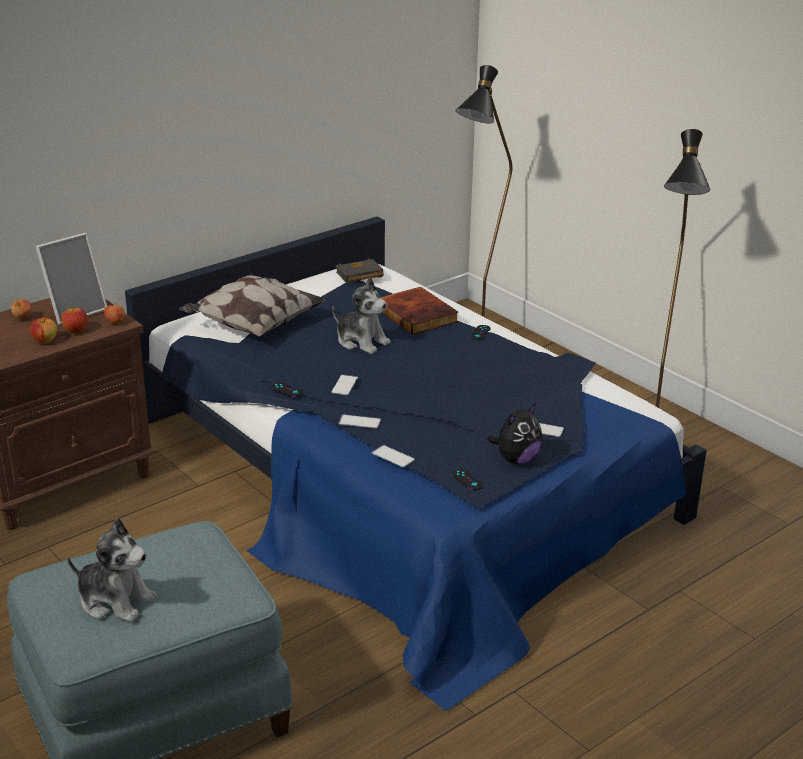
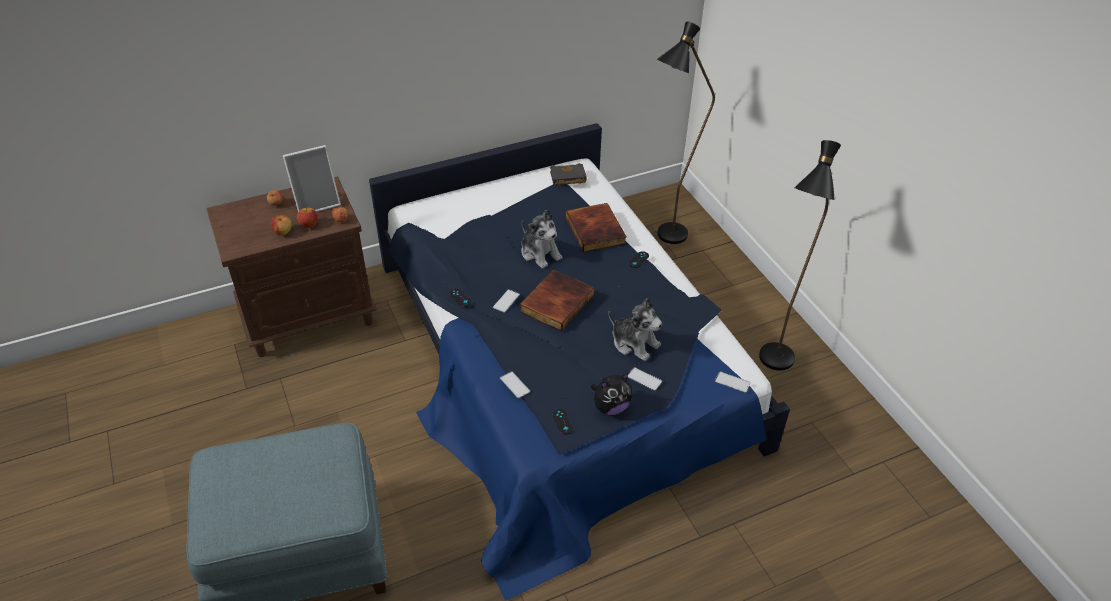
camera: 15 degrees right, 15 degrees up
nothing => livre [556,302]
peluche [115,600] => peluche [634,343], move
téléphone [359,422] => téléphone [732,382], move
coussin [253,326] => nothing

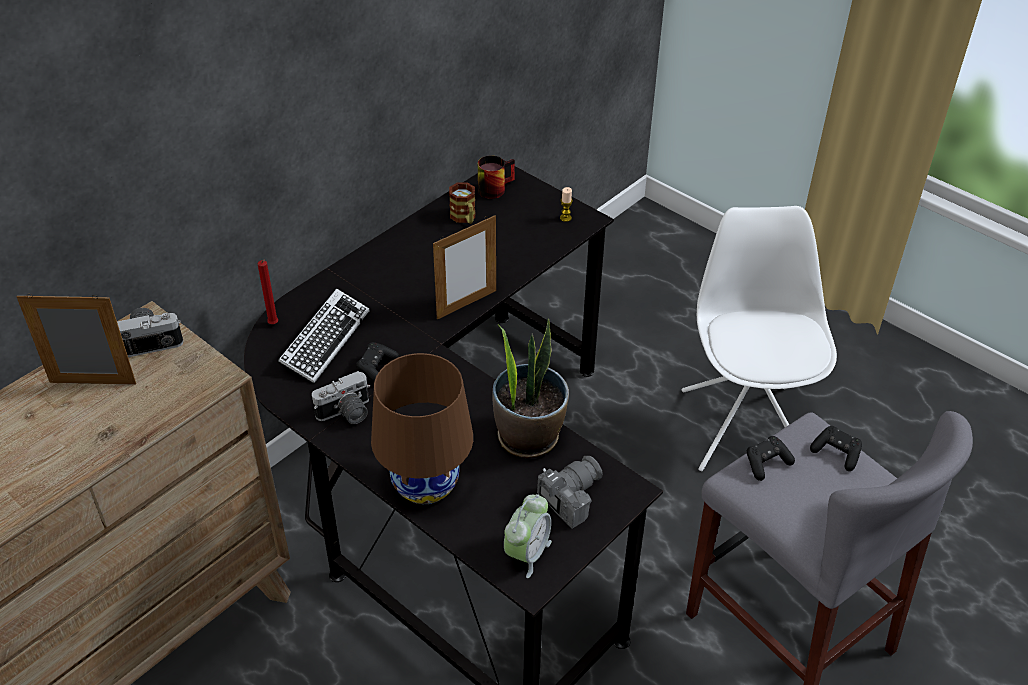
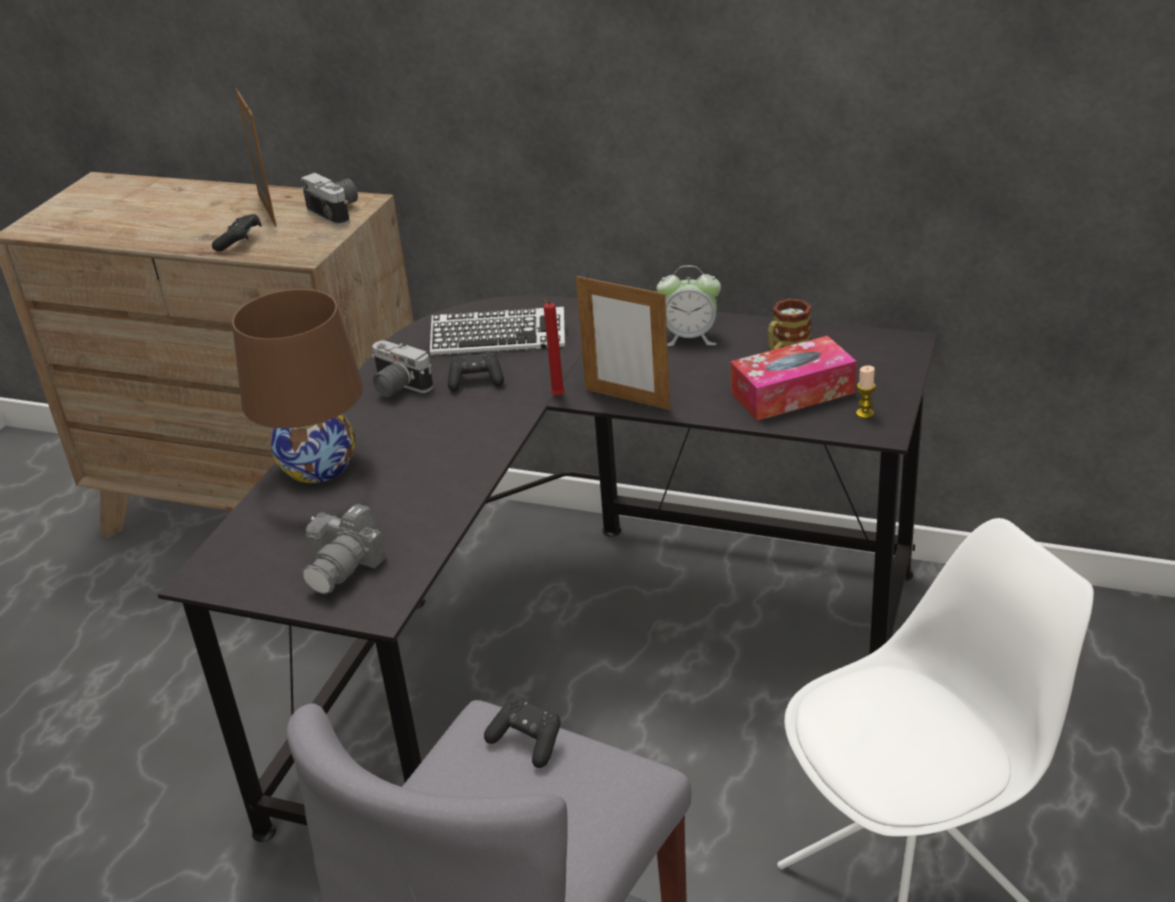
camera: 70 degrees right, 10 degrees down
manette [noir] [836,453] => manette [noir] [240,242], move
appareil photo [568,497] => appareil photo [344,566], 90 degrees clockwise
bougie [rouge] [274,325] => bougie [rouge] [556,397], move
réveil [527,553] => réveil [690,338], move
nothing => boîte à mouchoirs [792,393]
mug [494,187] => nothing
plante en pot [528,436] => nothing

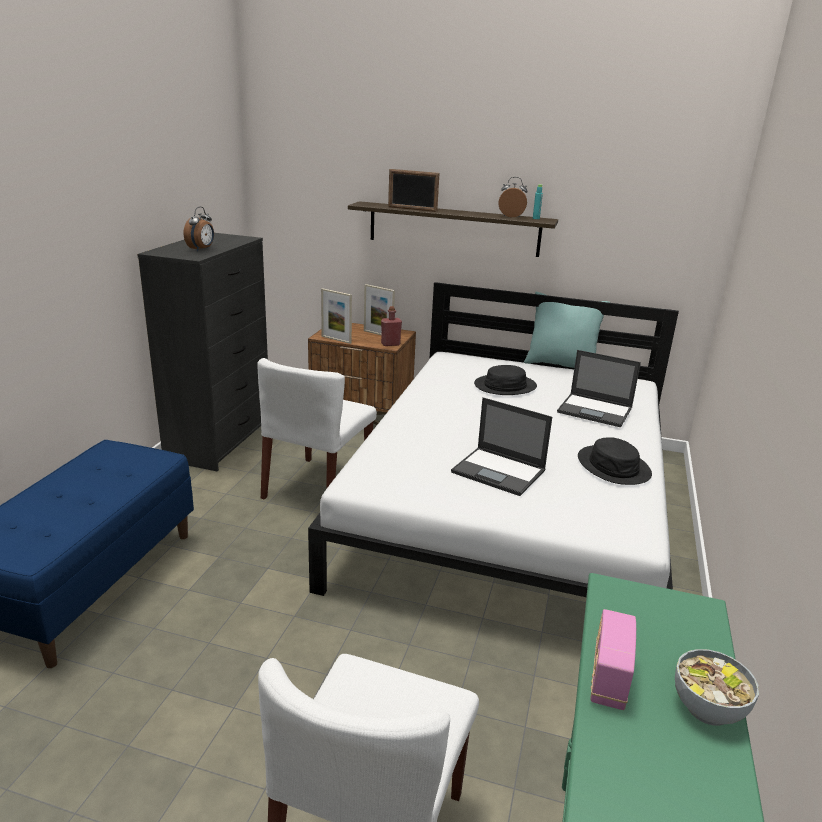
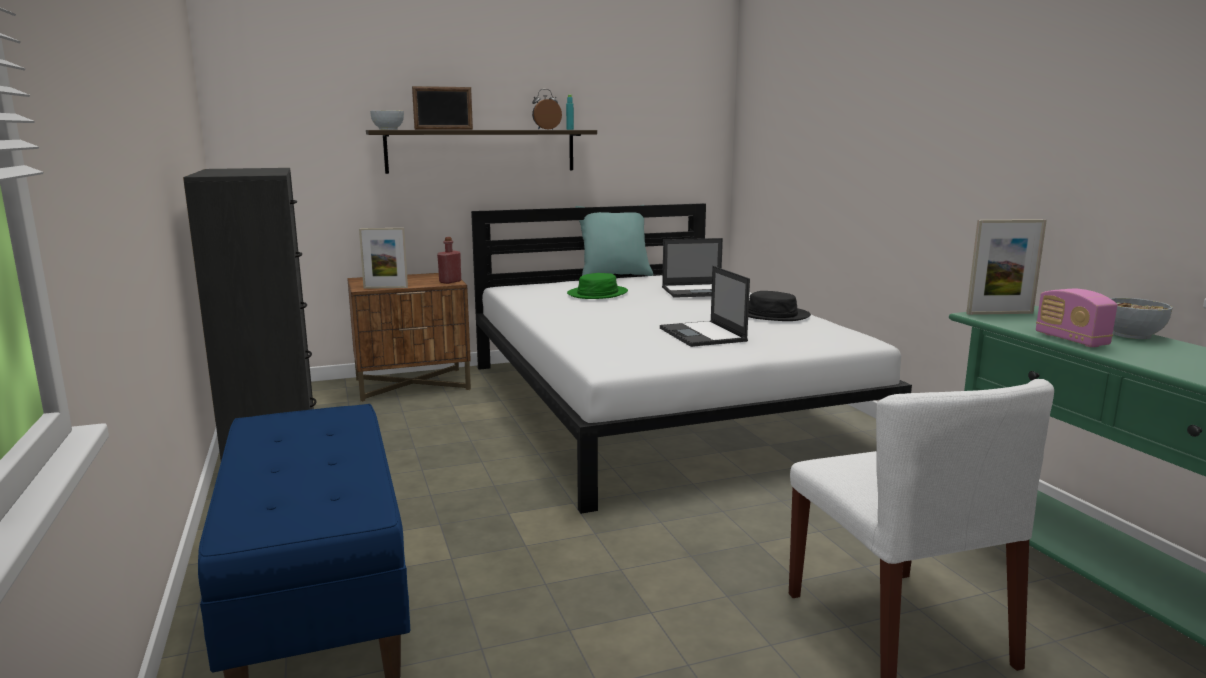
camera: 35 degrees left, 10 degrees down
nothing => bol [388,129]
chapeau [noir] [505,386] => chapeau [vert] [598,294]
ordinateur portable [499,472] => ordinateur portable [703,335], 75 degrees clockwise
cadre photo [378,334] => cadre photo [999,313], move
réveil [201,249] => nothing
chaise [blanc] [317,487] => nothing

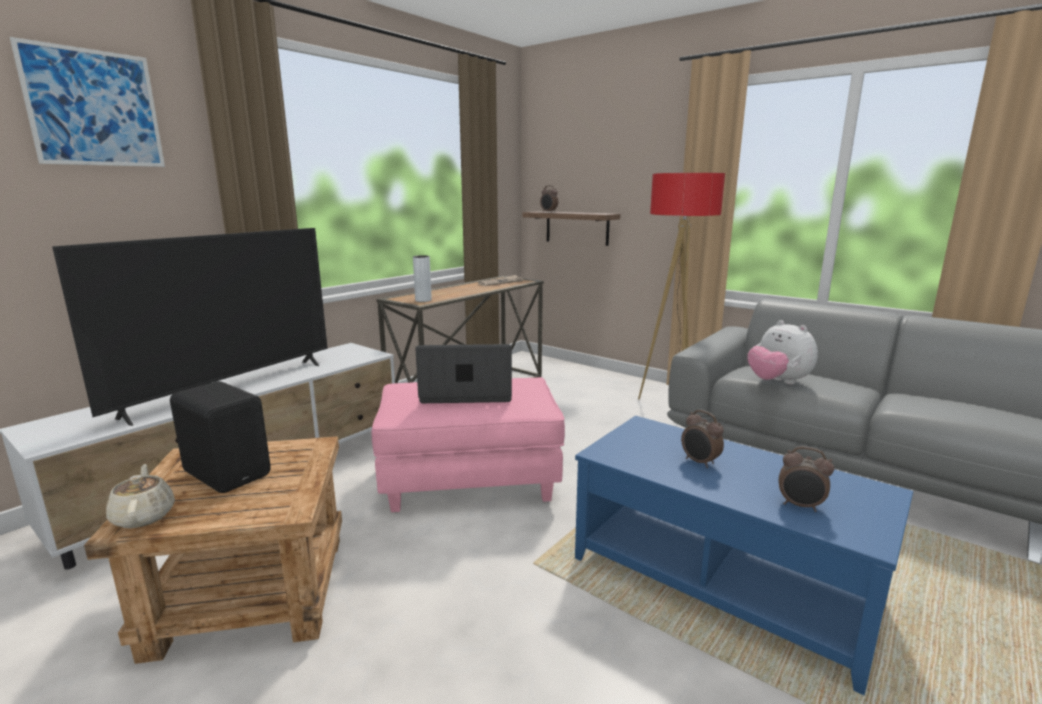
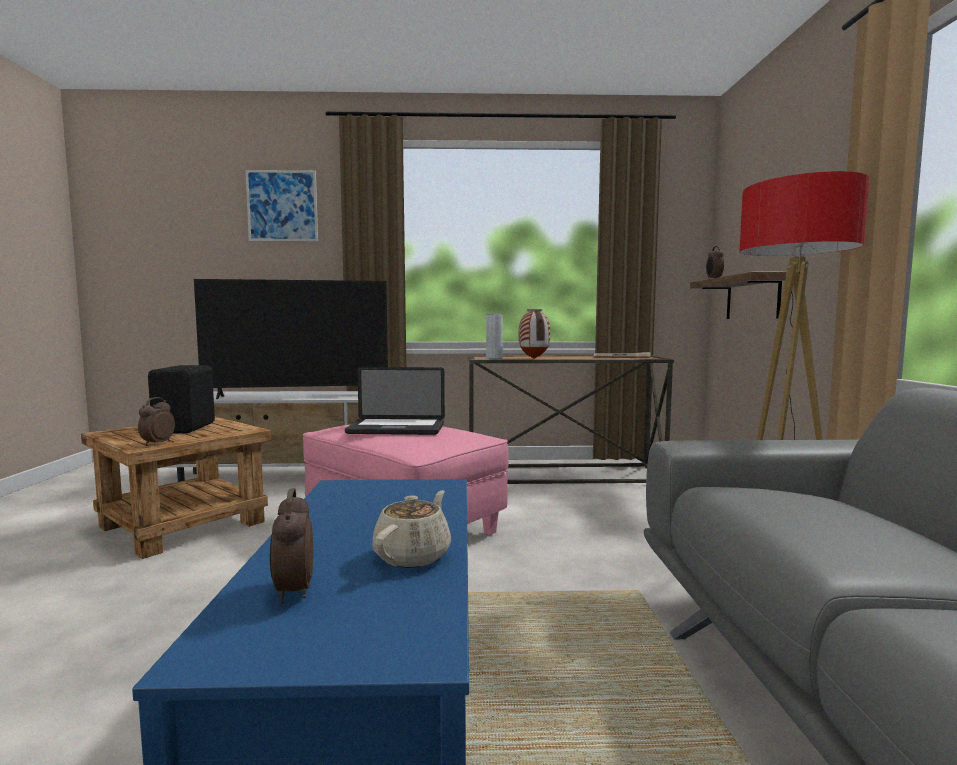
camera: 50 degrees right, 10 degrees down
réveil [699,462] => réveil [157,444], move
ordinateur portable [466,394] => ordinateur portable [396,429], 135 degrees clockwise
théière [beige] [144,516] => théière [beige] [413,555], move
nothing => vase [533,358]
peluche [777,382] => nothing

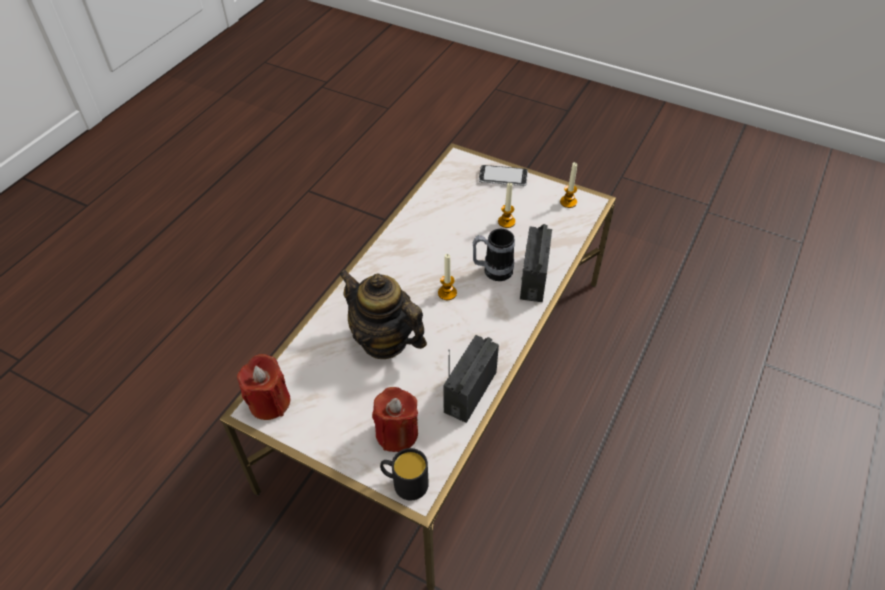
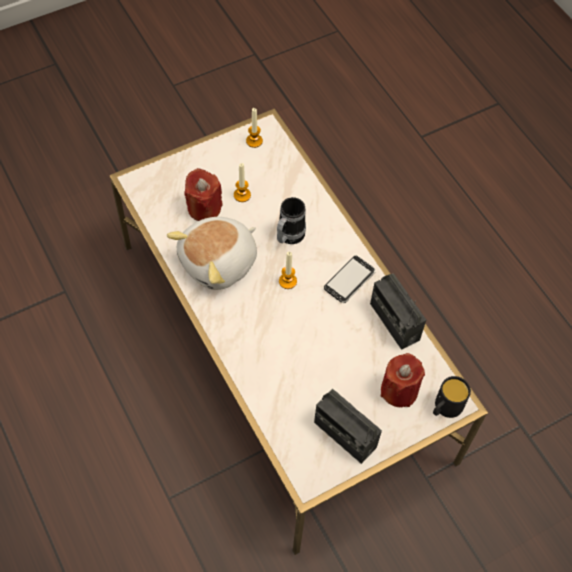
camera: 60 degrees left, 10 degrees up
nothing => peluche [219,263]
bougie [rouge] [269,402] => bougie [rouge] [204,208], move
radio [533,278] => radio [344,435], move
téléphone [503,177] => téléphone [349,280], move
théière [384,340] => nothing

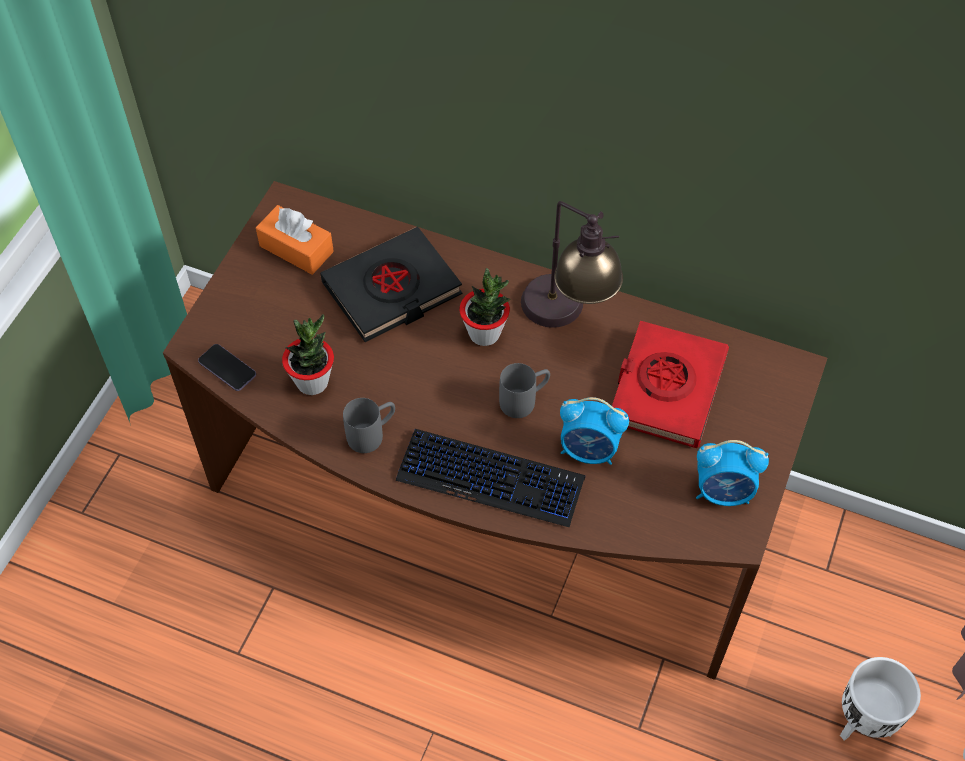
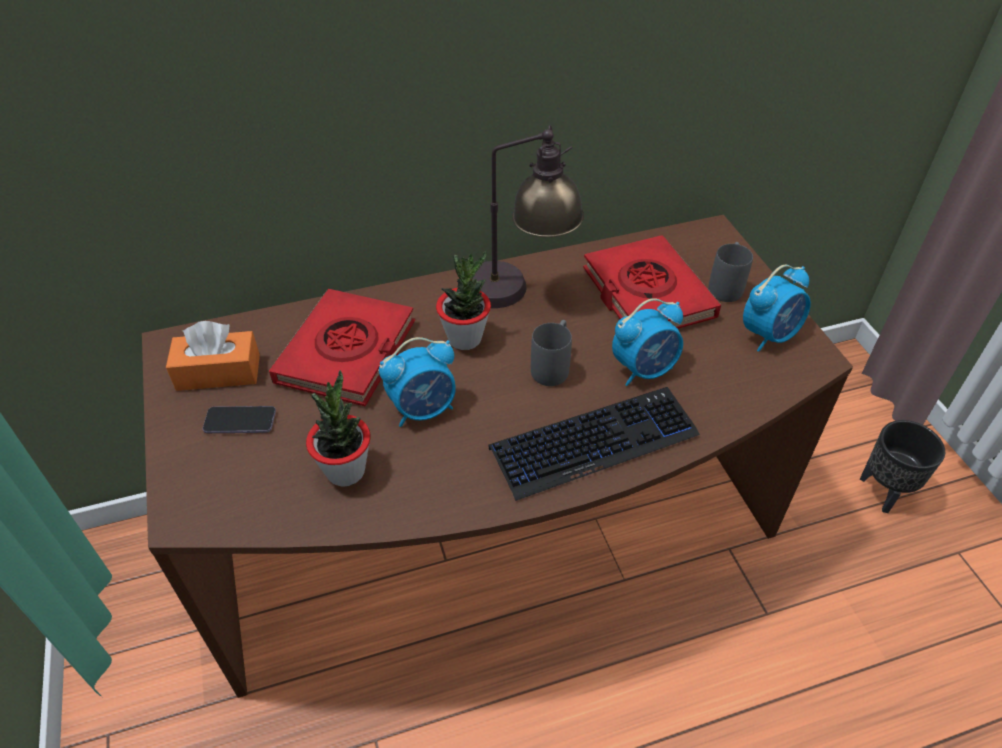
camera: 40 degrees left, 10 degrees down
téléphone [227,368] => téléphone [240,421], move
livre [noir] [392,290] => livre [rouge] [347,353]
nothing => réveil [423,409]
mug [gris] [372,434] => mug [gris] [726,285], move
cache-pot [blanc] [863,720] => cache-pot [noir] [883,491]

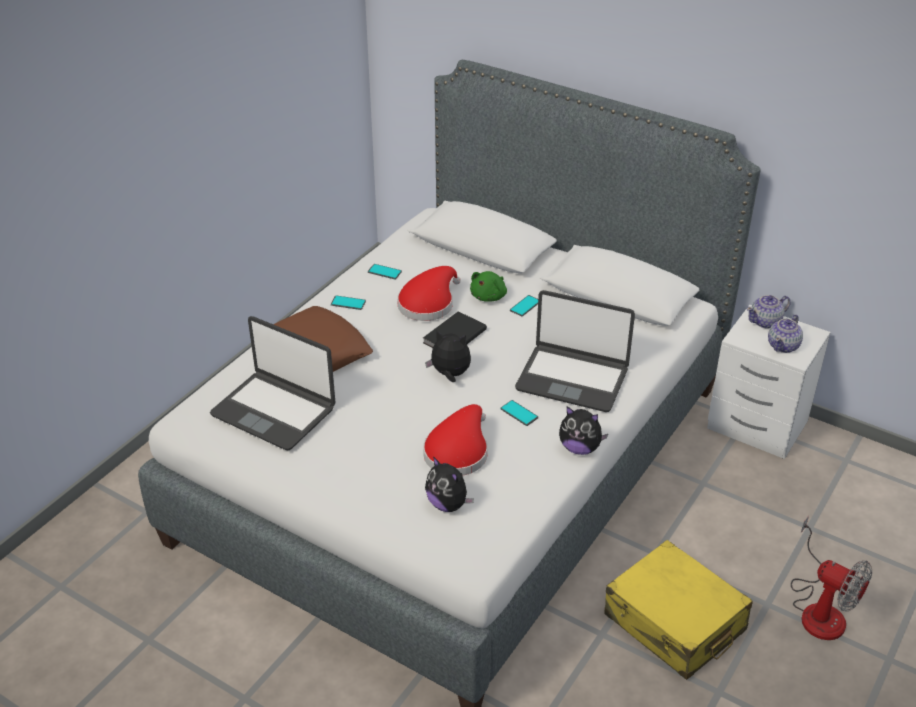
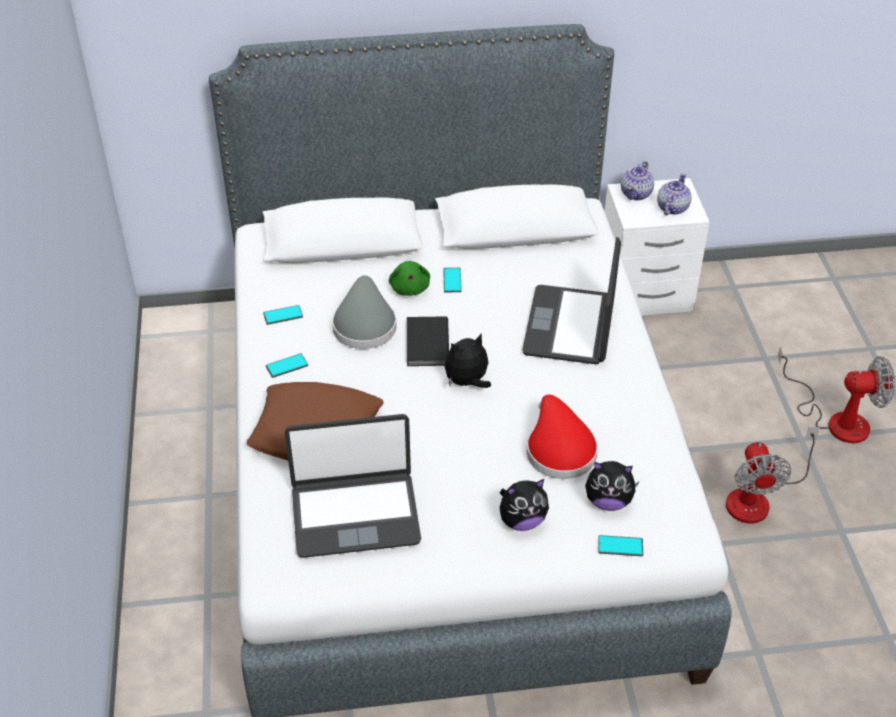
camera: 40 degrees left, 5 degrees up
chapeau [rouge] [428,303] => chapeau [gris] [364,324]
peluche [580,448] => peluche [522,521], move
ordinateur portable [572,379] => ordinateur portable [570,326], 120 degrees clockwise
téléphone [519,413] => téléphone [620,546], move
théière [783,346] => théière [672,208], 150 degrees counterclockwise
valise [jaune] [674,623] => ventilateur [758,498]

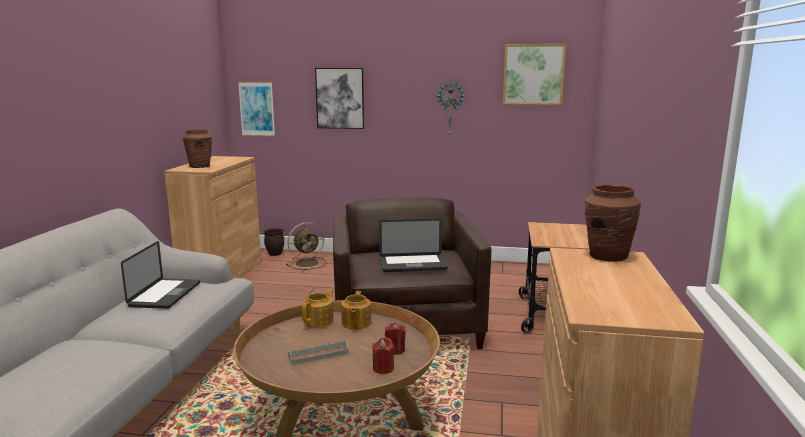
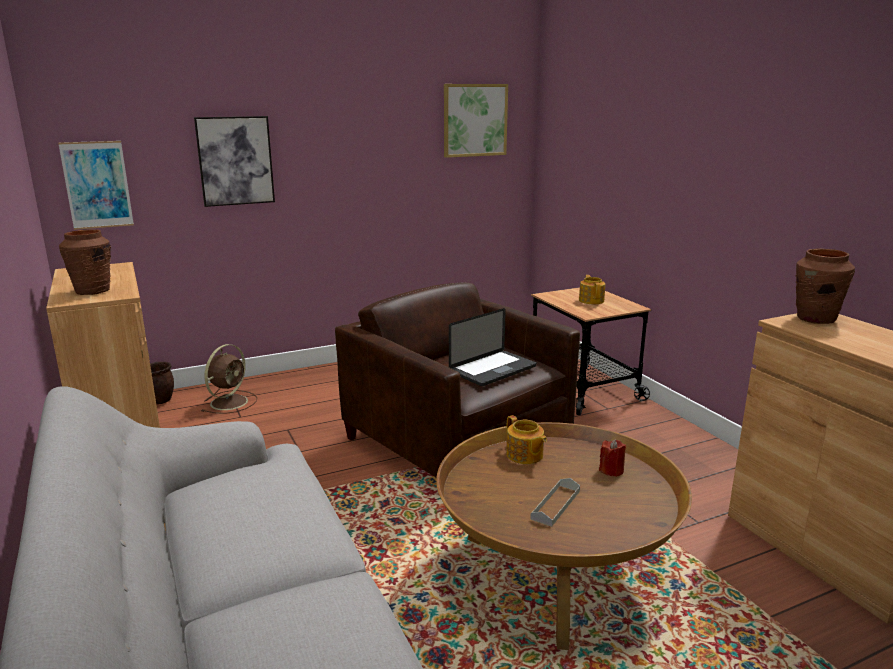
camera: 35 degrees left, 5 degrees up
théière [319,321] => théière [591,300], move
ordinateur portable [165,294] => nothing
bougie [rouge] [383,368] => nothing
horloge murale [450,108] => nothing

